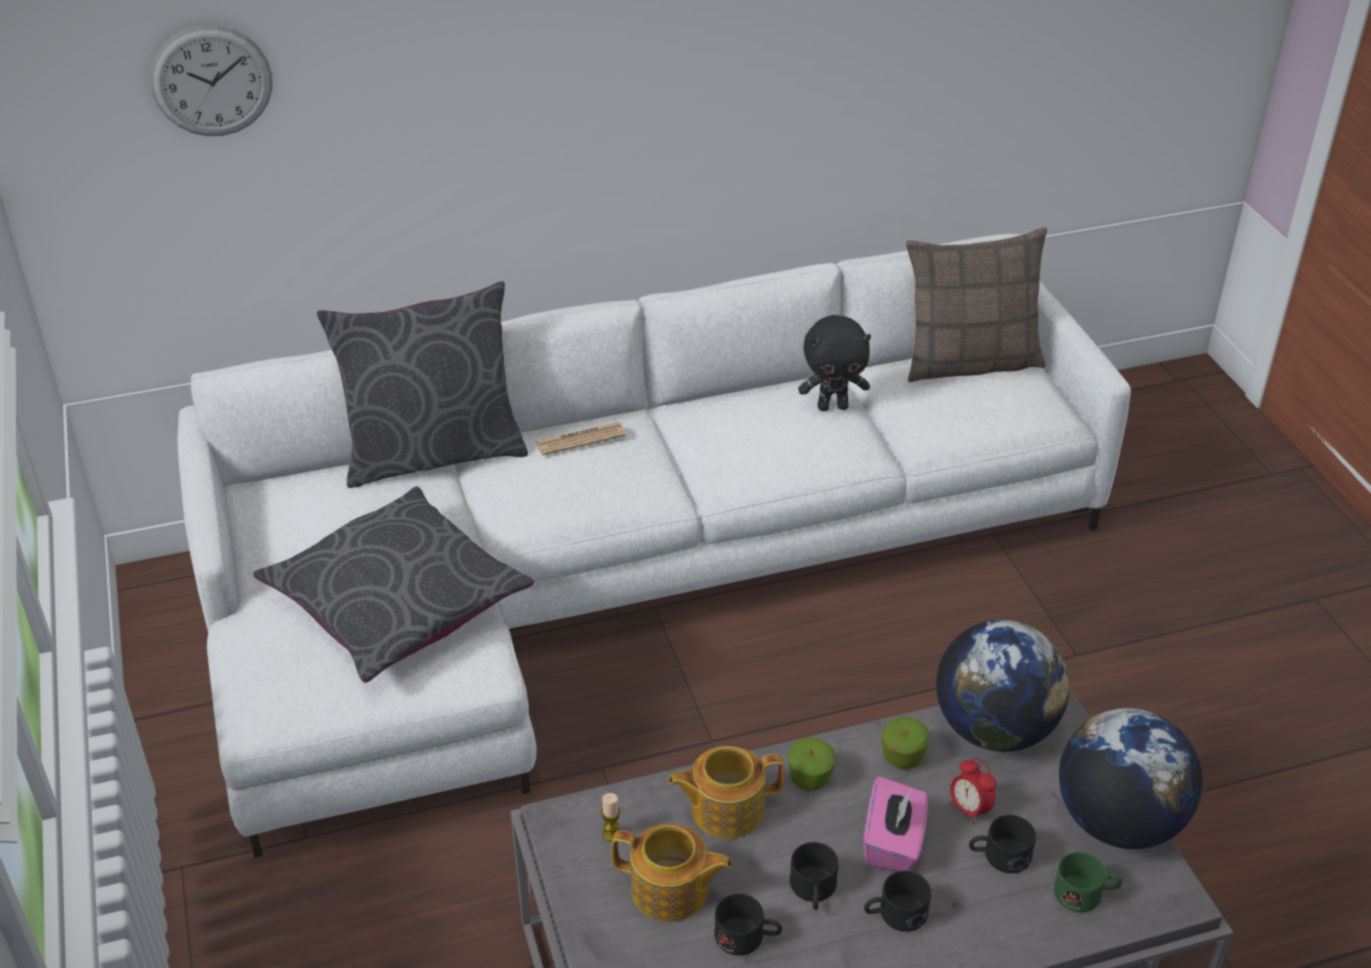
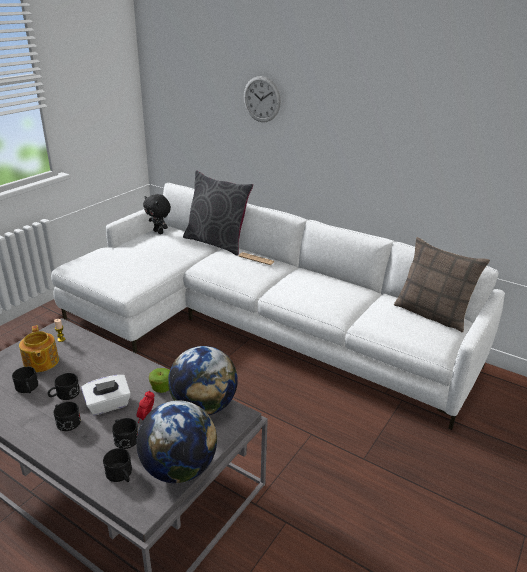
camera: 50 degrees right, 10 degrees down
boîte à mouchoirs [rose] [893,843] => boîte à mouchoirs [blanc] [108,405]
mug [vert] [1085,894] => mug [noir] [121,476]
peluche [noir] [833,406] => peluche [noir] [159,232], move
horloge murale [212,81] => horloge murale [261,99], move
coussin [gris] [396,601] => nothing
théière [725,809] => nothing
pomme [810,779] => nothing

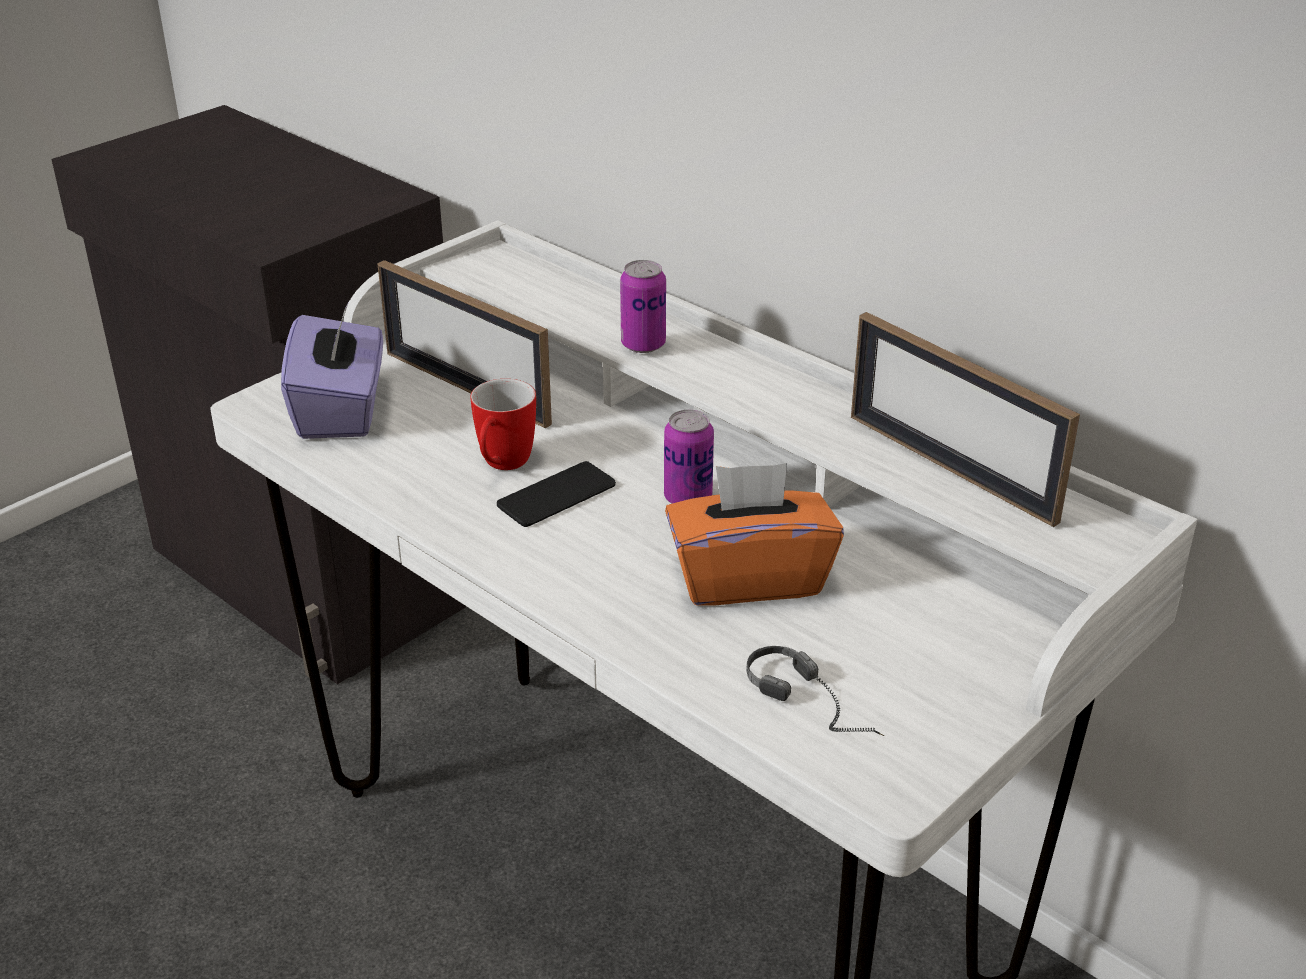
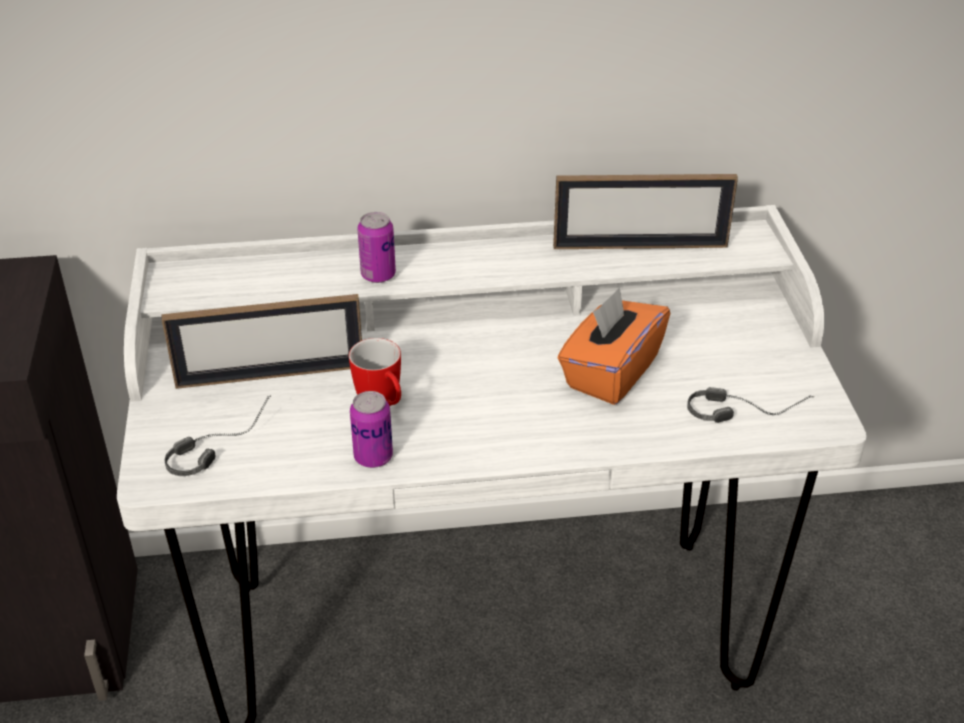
camera: 50 degrees left, 5 degrees up
boîte à mouchoirs [violet] [341,410] => casque audio [218,443]
boîte métallique [688,498] => boîte métallique [373,457], move
téléphone [556,495] => nothing

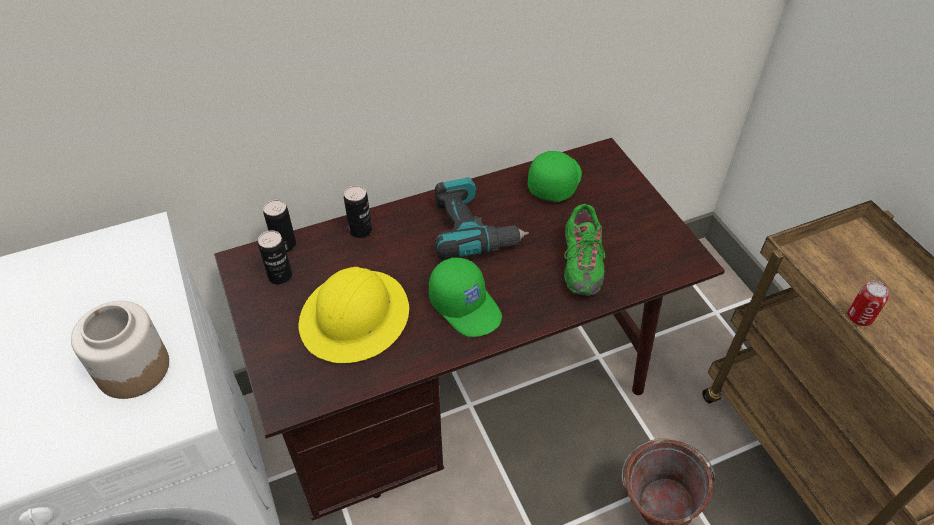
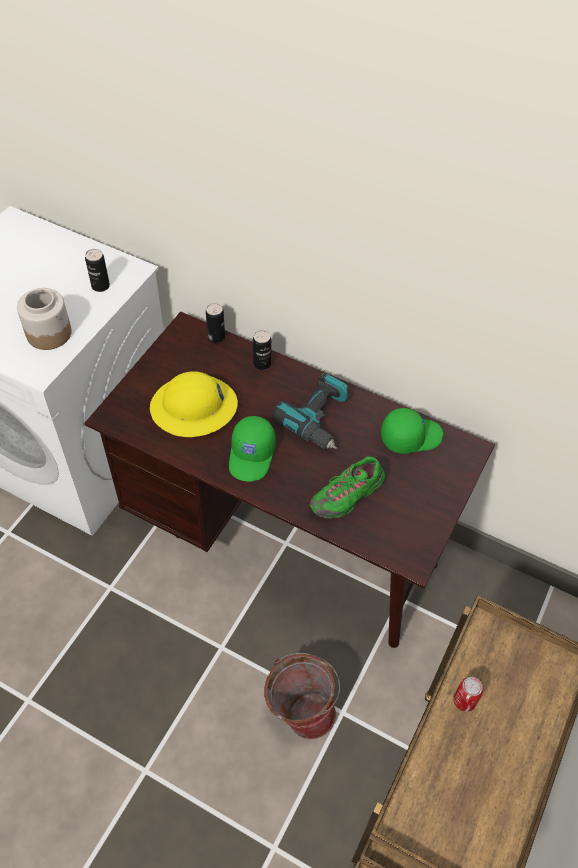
camera: 50 degrees right, 5 degrees up
boîte métallique [280,276] => boîte métallique [100,286], move

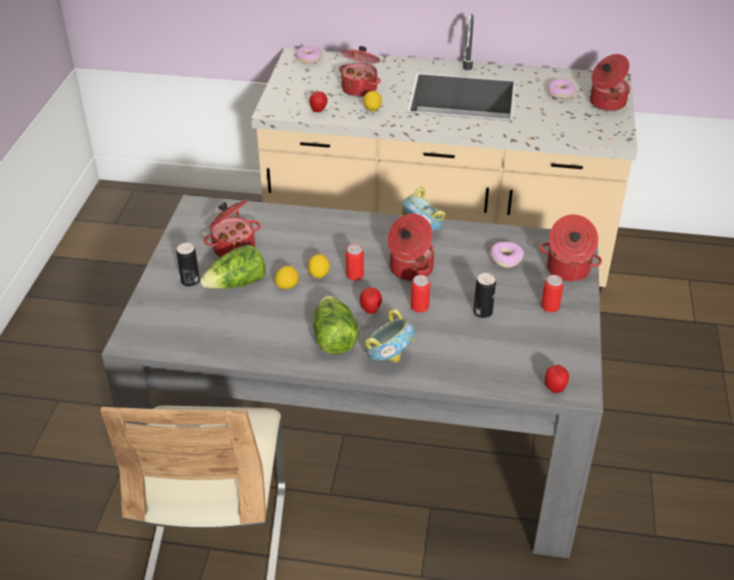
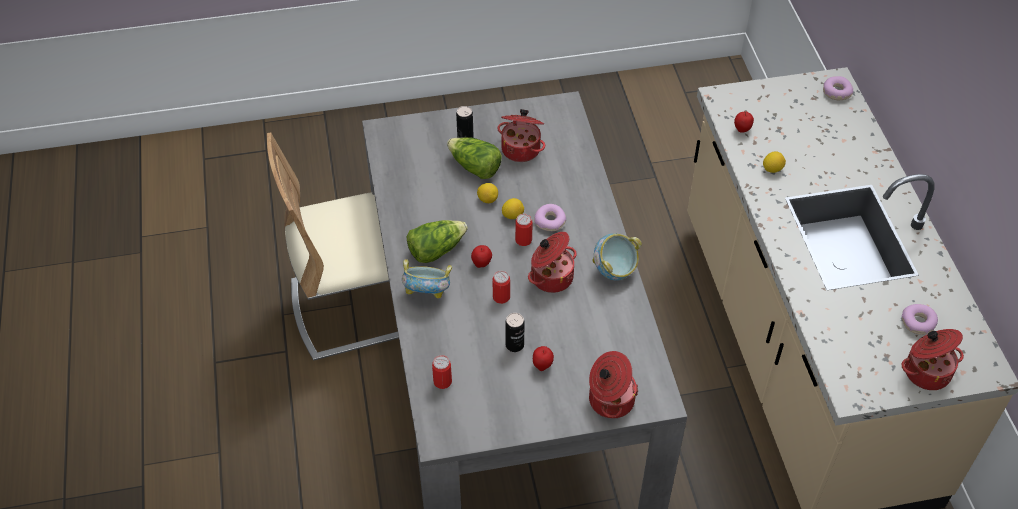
camera: 70 degrees right, 10 degrees up
boîte métallique [550,306] => boîte métallique [442,381], move
pomme [554,388] => pomme [542,365], move
beignet [505,258] => beignet [550,221], move
marmite [360,88] => nothing

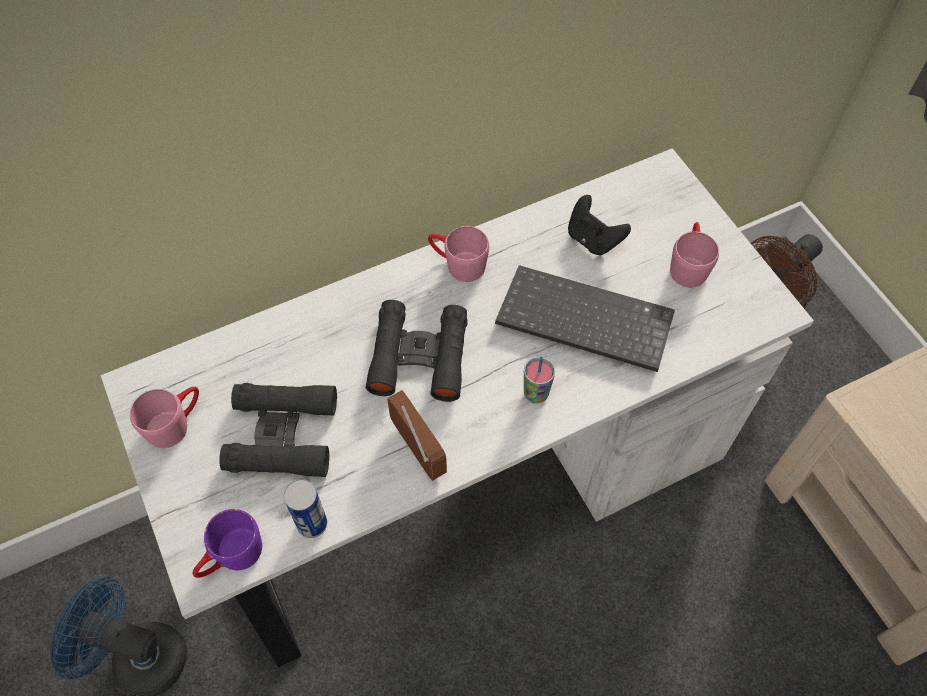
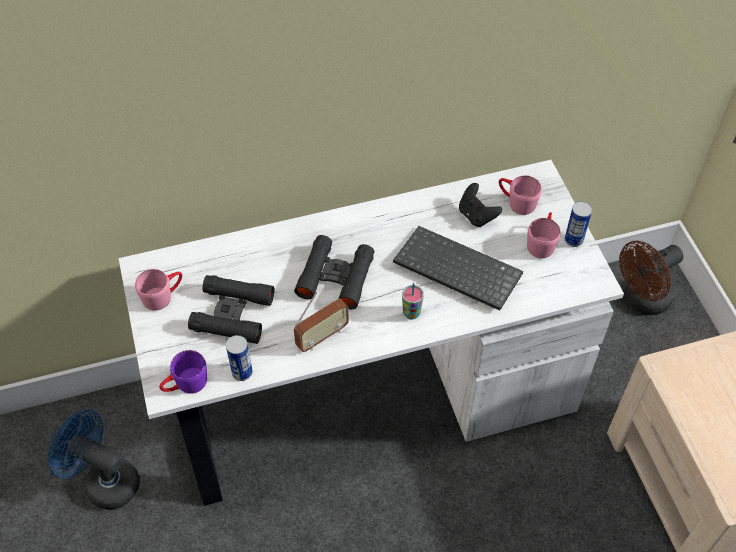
camera: 10 degrees right, 5 degrees down
radio [417,449] => radio [322,336], 75 degrees clockwise
mug [rose] [457,264] => mug [rose] [516,202], move
nothing => boîte métallique [573,240]

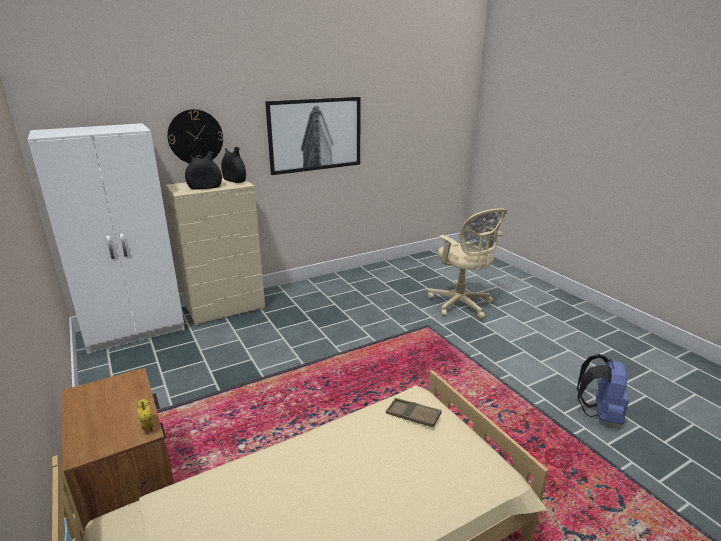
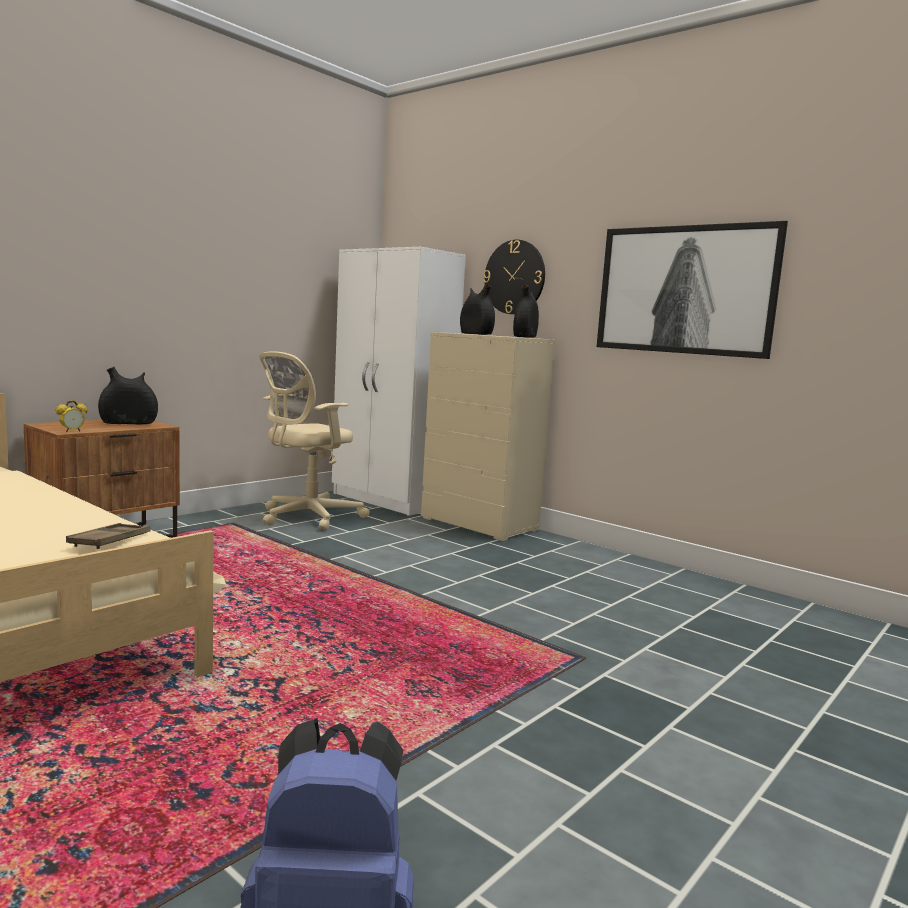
camera: 70 degrees right, 15 degrees down
nothing => vase [noir] [128,424]
chaise de bureau [beige] [461,305] => chaise de bureau [beige] [306,518], move

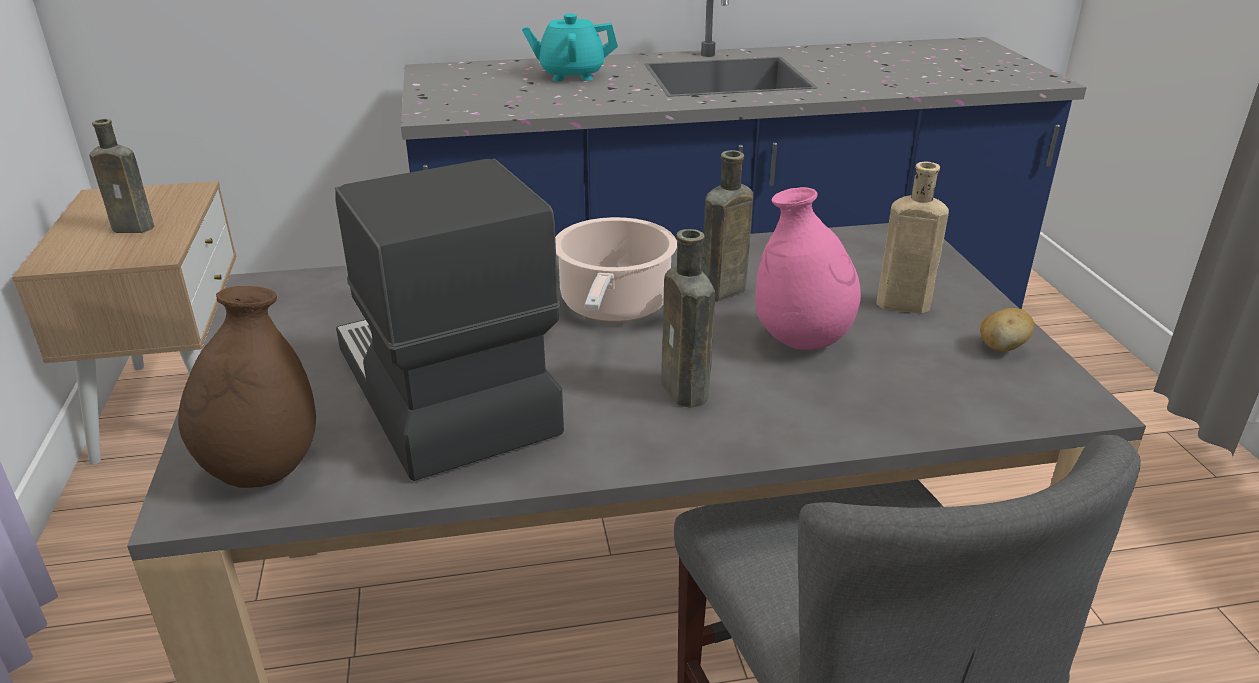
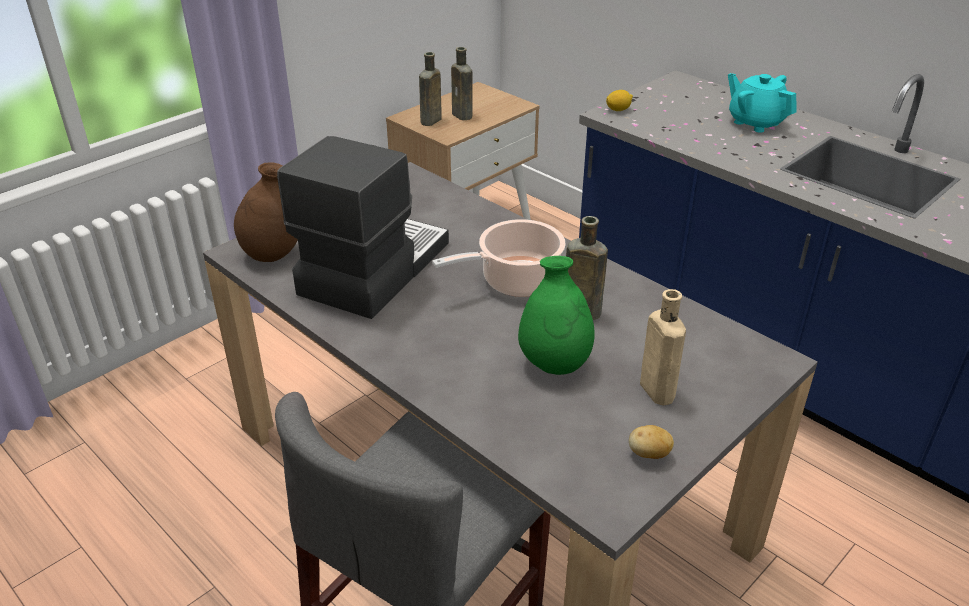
camera: 55 degrees right, 5 degrees up
bouteille [marron] [686,392] => bouteille [marron] [430,121], move
vase [rose] [801,341] => vase [vert] [554,364]
nothing => citron [618,110]

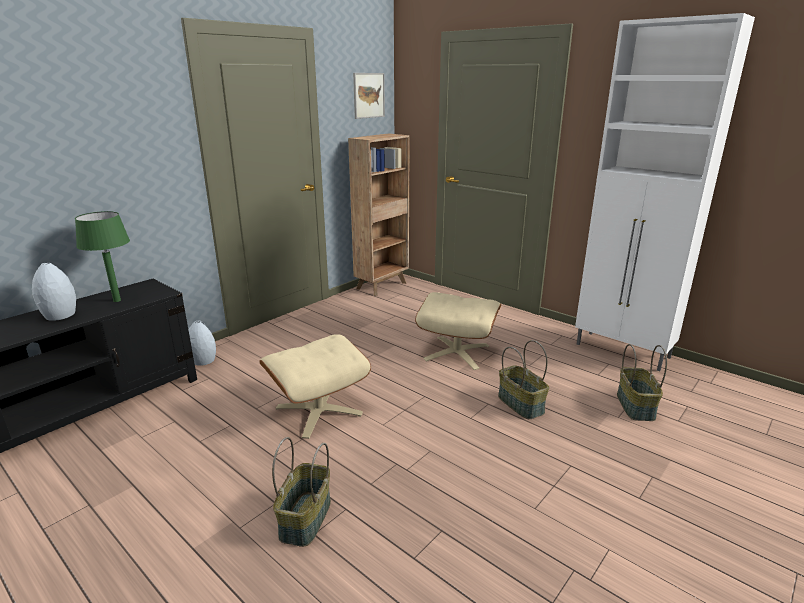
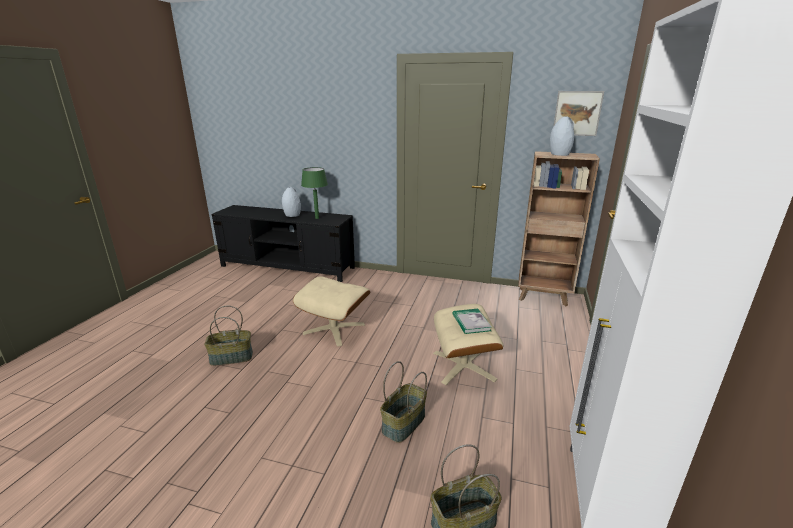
camera: 65 degrees right, 0 degrees up
nothing => livre [471,322]
vase [gris] [203,361] => vase [gris] [559,154], move

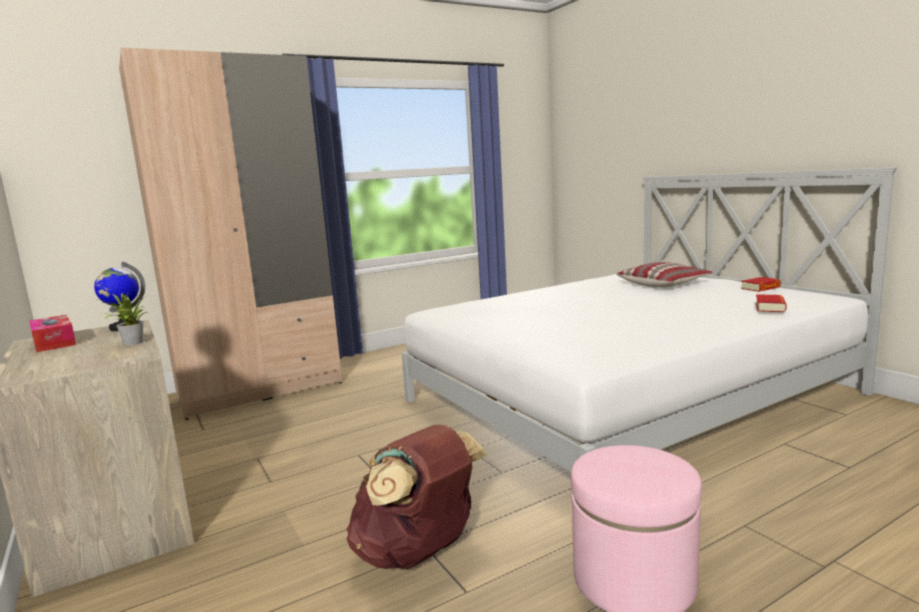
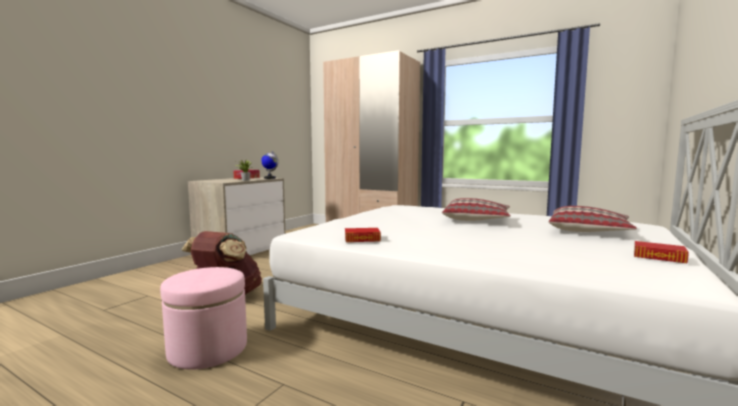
camera: 60 degrees right, 5 degrees down
livre [770,307] => livre [362,239], move
nothing => coussin [477,219]

